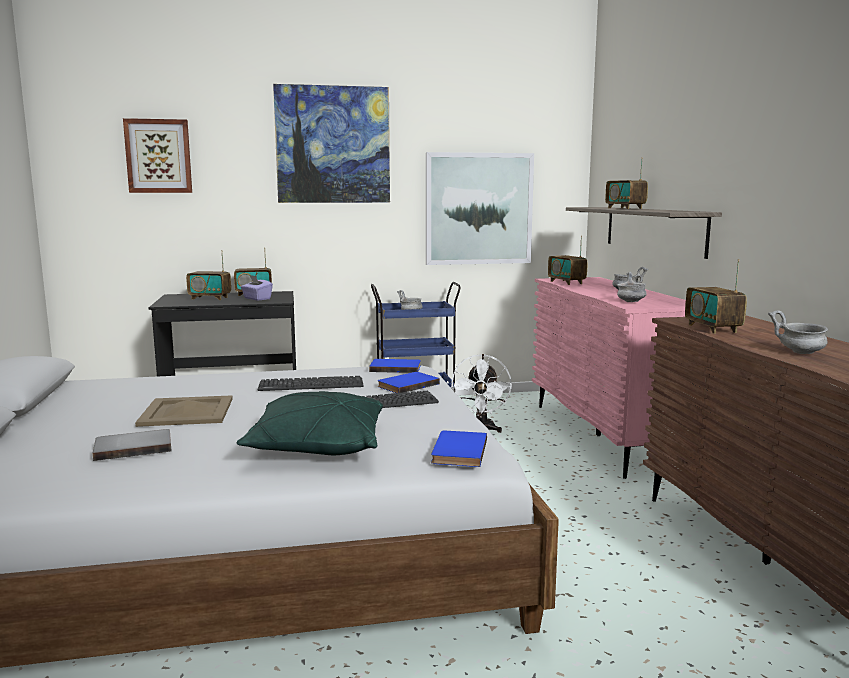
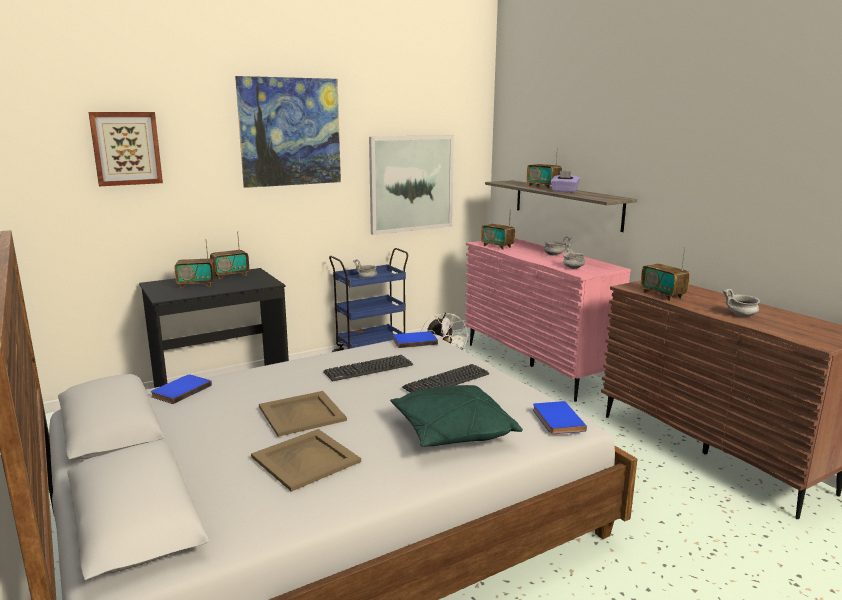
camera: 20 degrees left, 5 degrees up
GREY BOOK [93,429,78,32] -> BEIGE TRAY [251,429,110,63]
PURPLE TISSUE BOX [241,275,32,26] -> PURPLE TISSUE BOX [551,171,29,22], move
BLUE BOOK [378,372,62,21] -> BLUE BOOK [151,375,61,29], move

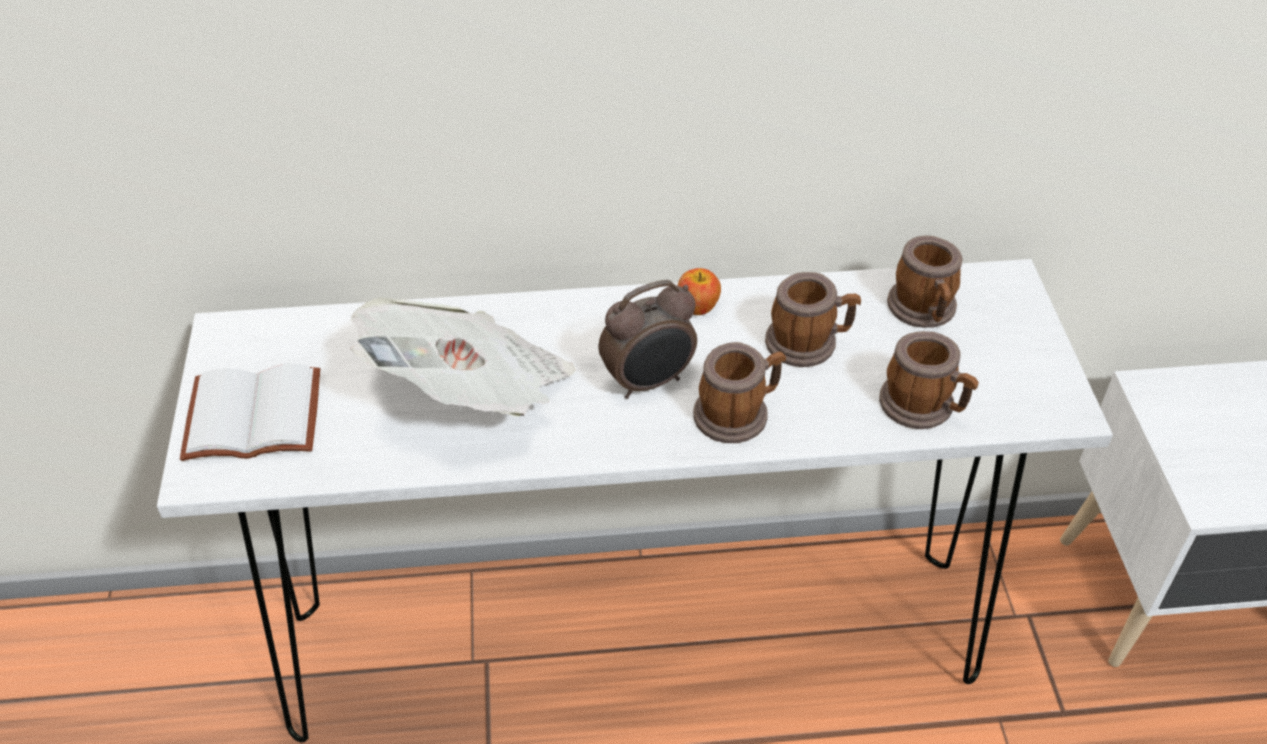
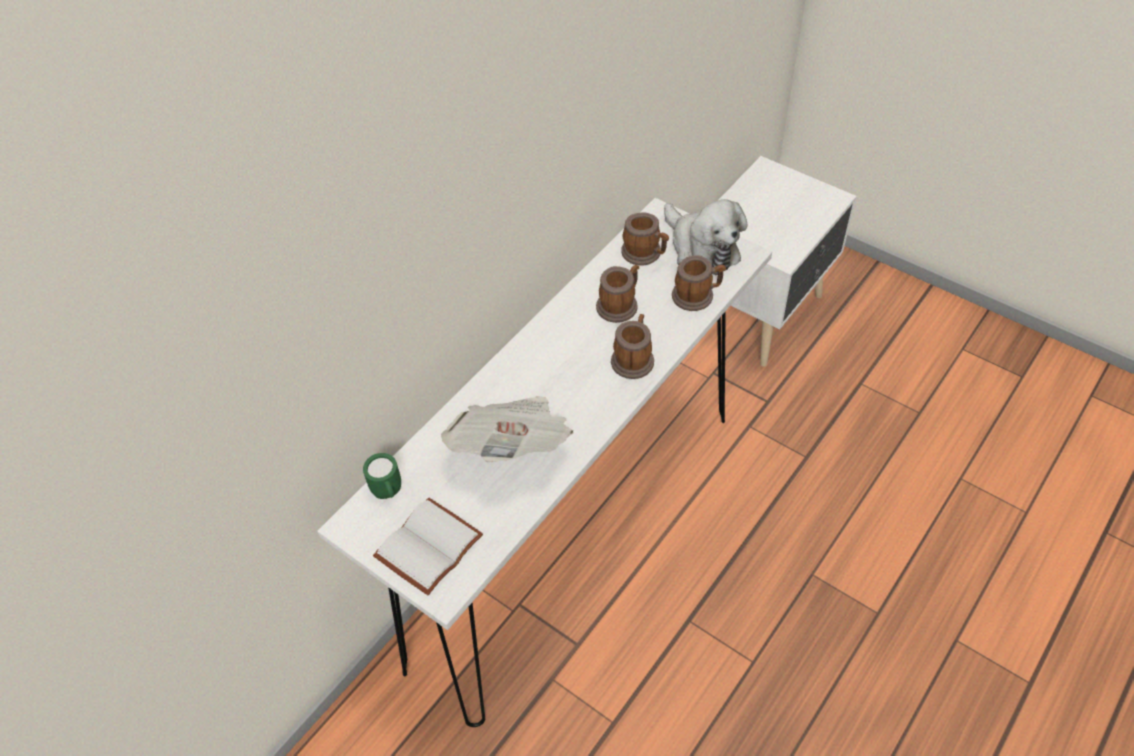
camera: 45 degrees left, 5 degrees up
ALARM CLOCK [598,280,99,119] -> none
APPLE [678,268,43,47] -> none
none -> GREEN MUG [363,453,38,46]
none -> PLUSH TOY [664,199,83,76]

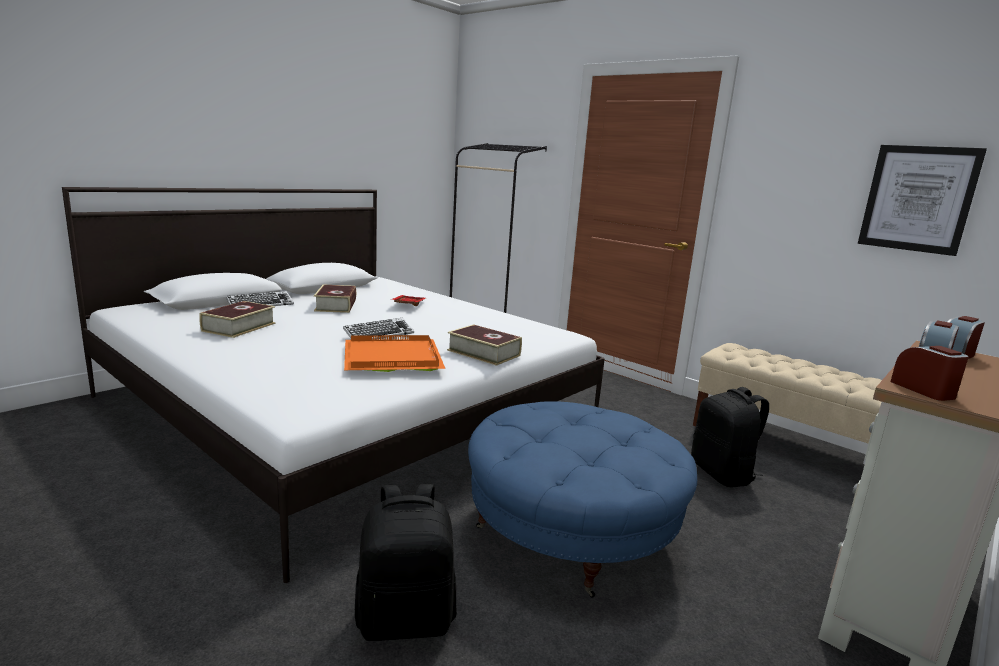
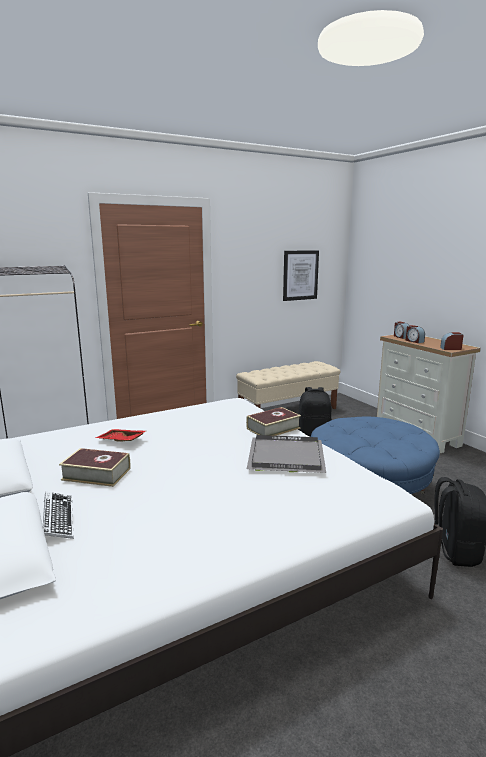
camera: 70 degrees left, 0 degrees up
BOOK [199,301,77,37] -> none
KEYBOARD [343,318,71,22] -> none
ORANGE TRAY [344,335,102,37] -> GREY TRAY [247,435,79,38]

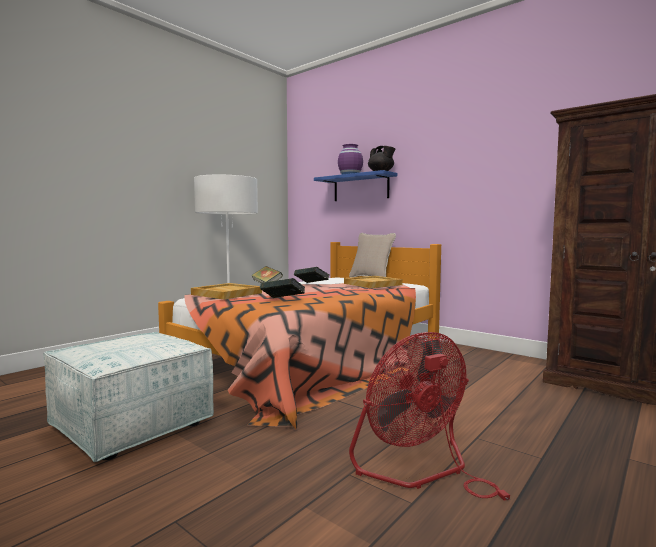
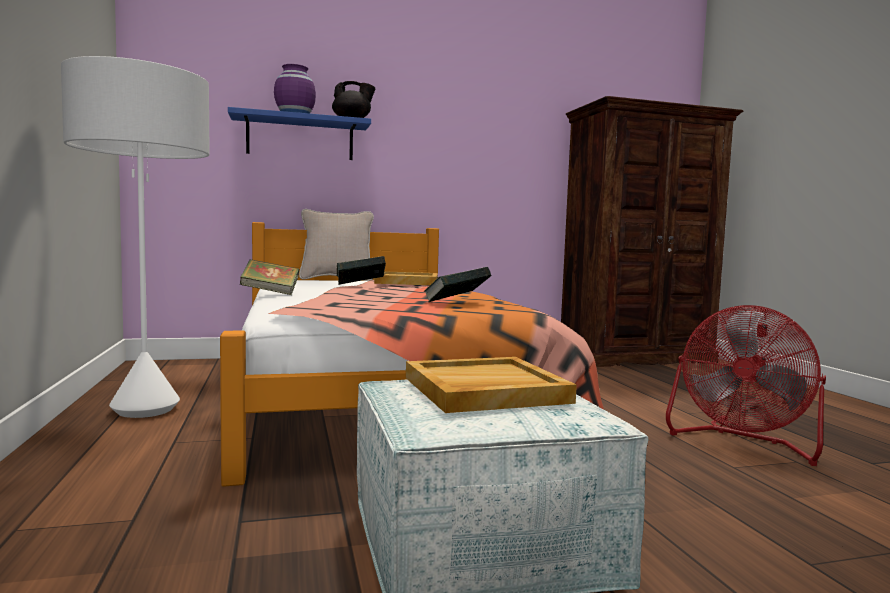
camera: 55 degrees left, 0 degrees up
BEIGE TRAY [191,283,71,17] -> BEIGE TRAY [406,357,171,56], move
RED FAN [349,332,161,169] -> RED FAN [666,305,160,161], 60 degrees counterclockwise

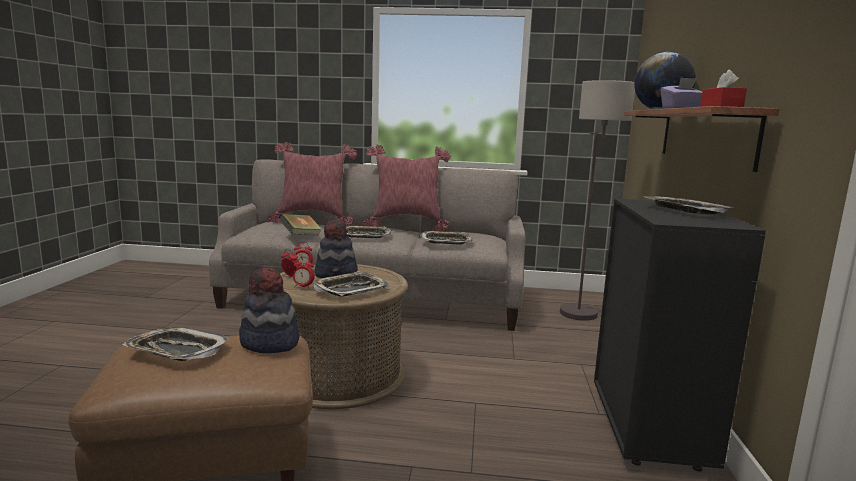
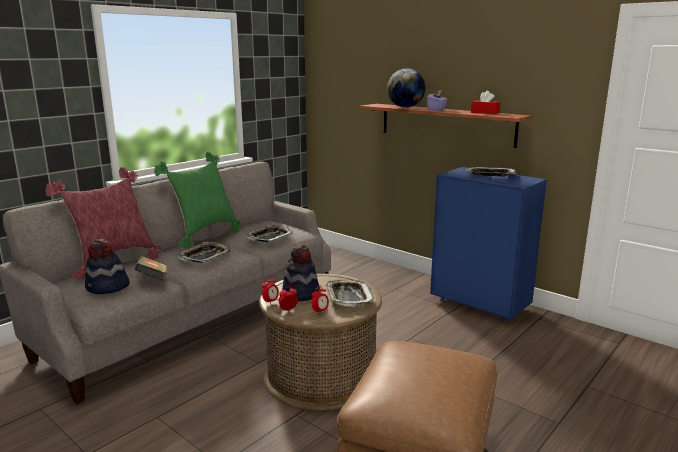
camera: 55 degrees left, 5 degrees up
TRAY [123,327,106,34] -> none
HAT [239,267,60,86] -> HAT [85,239,45,55], move
RED PILLOW [362,145,89,87] -> GREEN PILLOW [154,152,88,97]
GREY FLOOR LAMP [560,80,75,241] -> none
BLACK CABINET [594,199,172,273] -> BLUE CABINET [430,167,117,155]

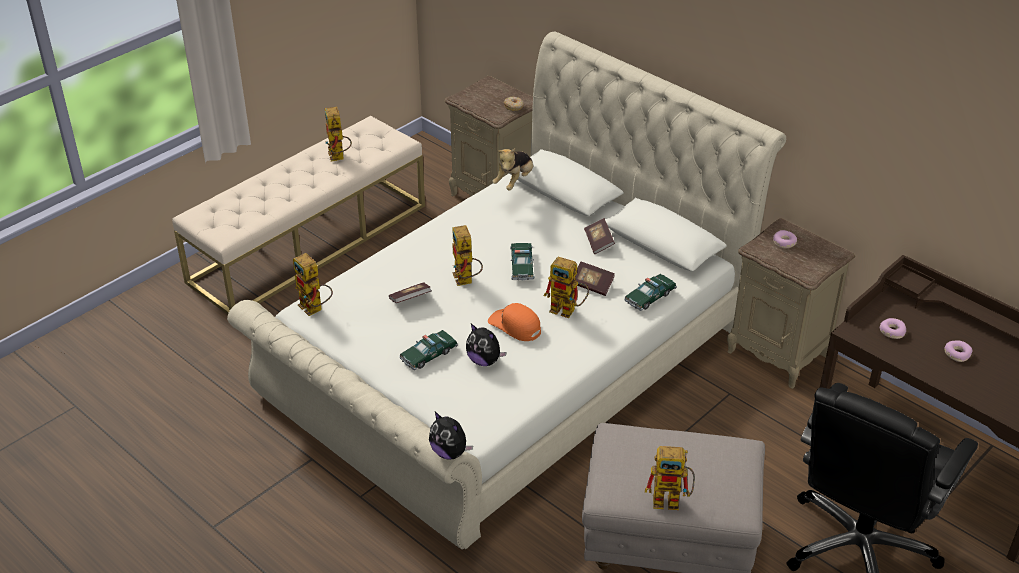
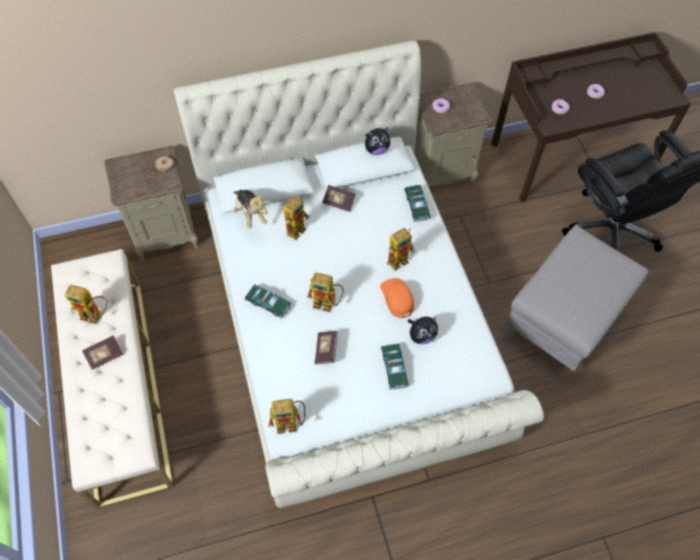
camera: 60 degrees left, 20 degrees up
PLUSH TOY [429,412,44,48] -> PLUSH TOY [365,127,25,28], move
ORANGE CAP [488,303,53,38] -> ORANGE CAP [380,278,34,40], 90 degrees clockwise
TOY CAR [510,243,25,37] -> TOY CAR [244,284,48,35], move
BOOK [575,262,40,34] -> BOOK [82,335,41,35], move
TOY ROBOT [645,446,50,64] -> TOY ROBOT [283,195,27,45], move

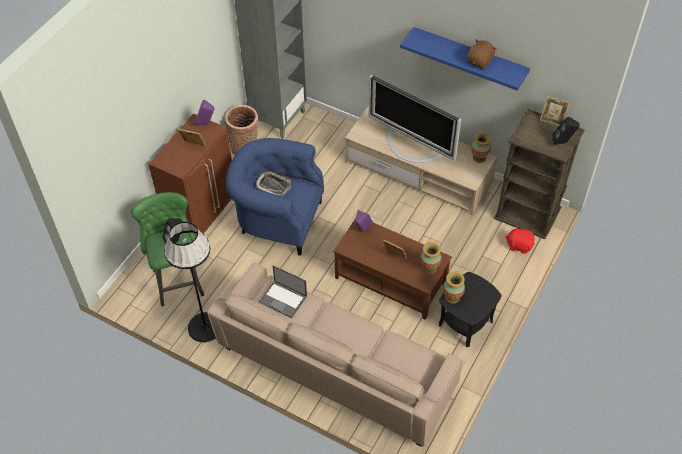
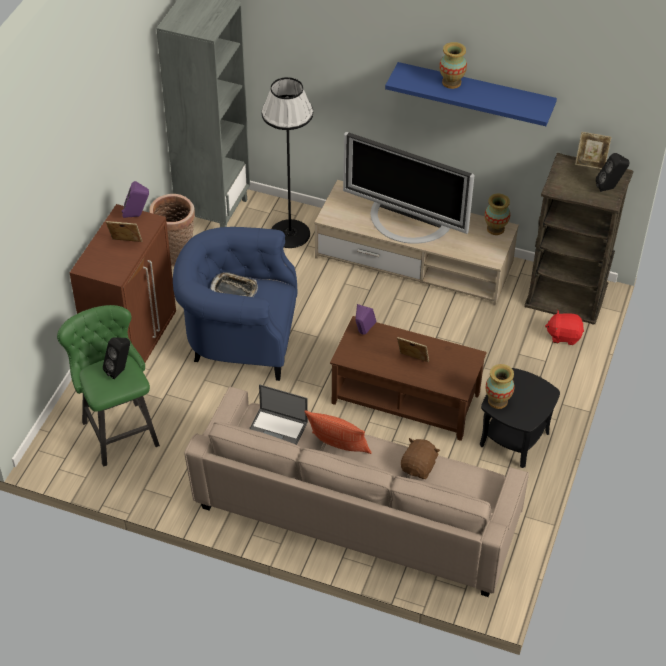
camera: 10 degrees left, 5 degrees down
BLACK FLOOR LAMP [164,222,52,120] -> BLACK FLOOR LAMP [261,77,52,171], move
VASE [420,242,22,32] -> VASE [439,42,28,47], move
BROWN PLUSH TOY [467,39,30,30] -> BROWN PLUSH TOY [401,438,39,41], move
none -> ORANGE PILLOW [304,410,68,44]

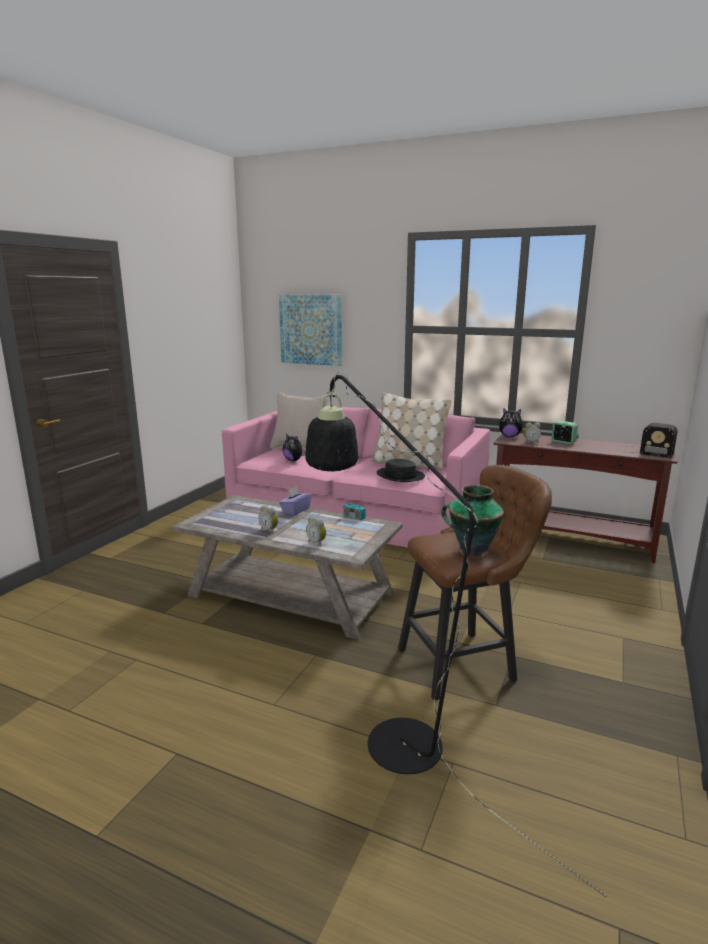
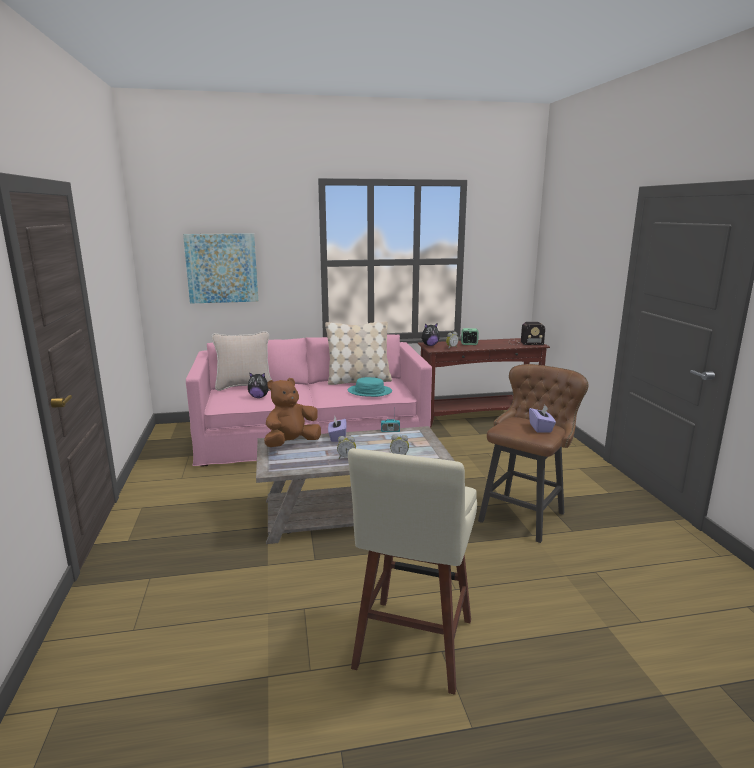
camera: 35 degrees left, 0 degrees up
BLACK FLOOR LAMP [305,372,301,525] -> none
BLACK HAT [377,459,48,23] -> TURQUOISE HAT [348,377,44,20]
VASE [441,485,63,73] -> PURPLE TISSUE BOX [529,405,27,28]
none -> BROWN PLUSH TOY [264,378,57,69]
none -> BEIGE STOOL [348,448,129,247]

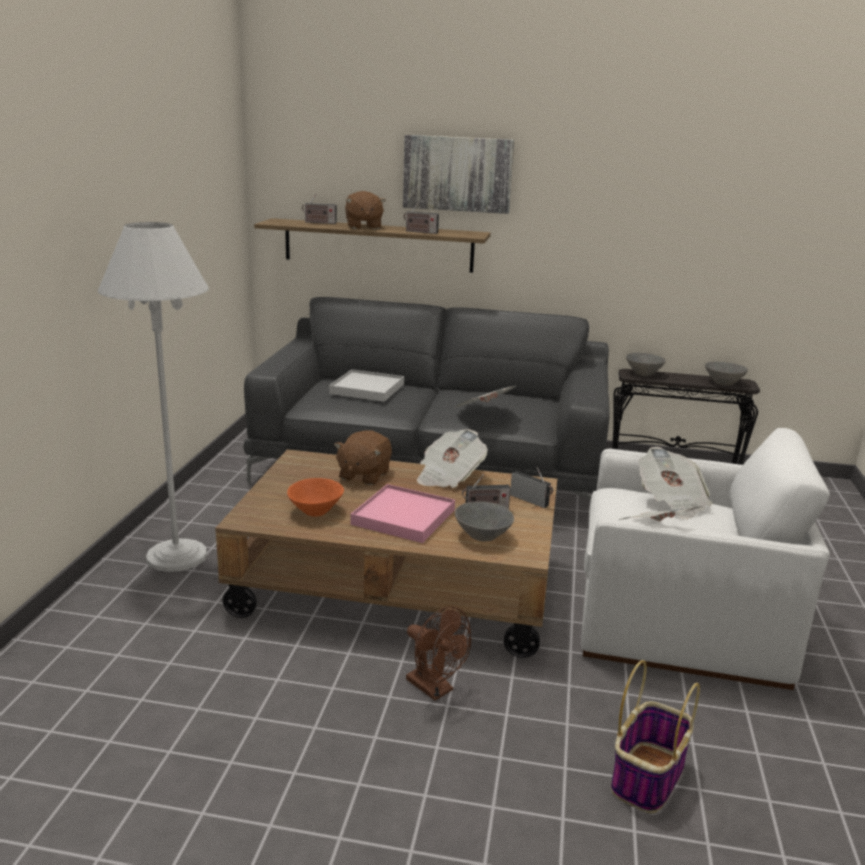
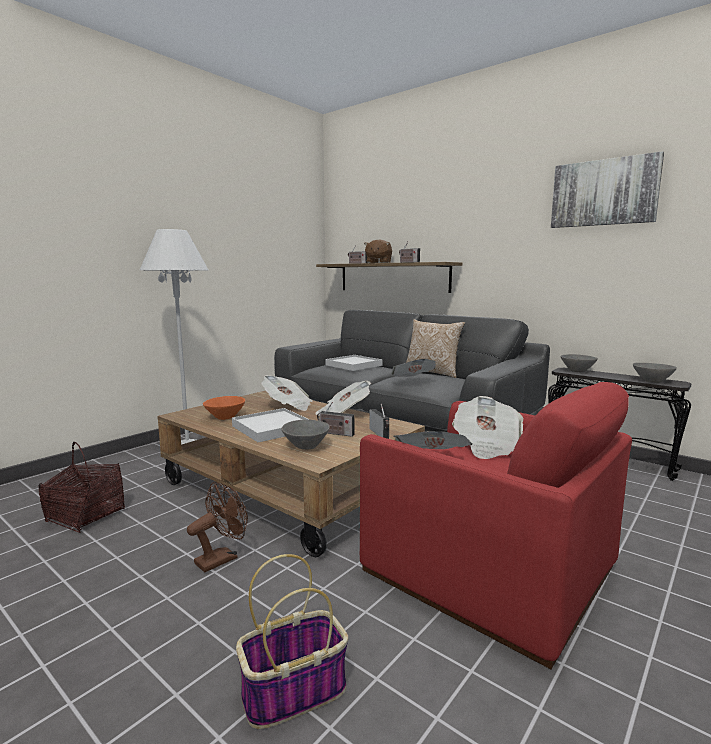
camera: 30 degrees right, 10 degrees down
BROWN PLUSH TOY [334,430,58,55] -> NEWSPAPER [261,375,52,36]
PINK TRAY [351,484,104,59] -> WHITE TRAY [232,408,78,34]
PICTURE [403,135,111,79] -> PICTURE [551,151,113,77], move
BROWN FAN [406,606,65,95] -> BROWN FAN [187,482,61,90], 120 degrees counterclockwise
WHITE ARMCHAIR [581,428,249,262] -> RED ARMCHAIR [360,382,272,287]
none -> BASKET [38,442,87,91]
none -> PILLOW [406,319,59,59]

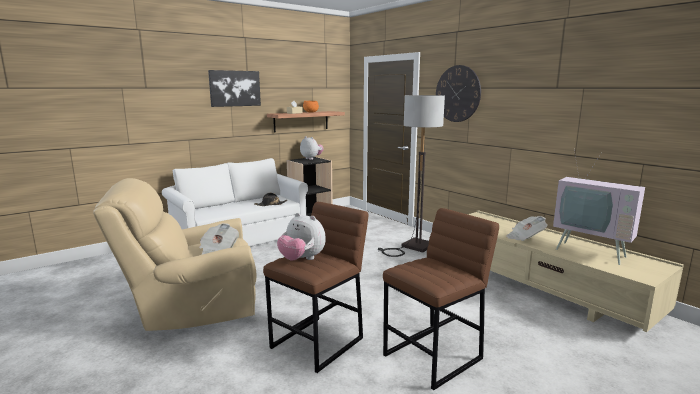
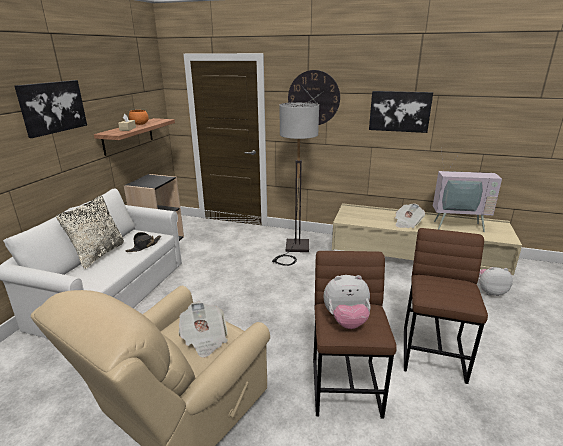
camera: 35 degrees left, 10 degrees up
PLUSH TOY [300,136,23,24] -> PLUSH TOY [479,267,34,29], move
none -> BEIGE PILLOW [56,195,68,74]
none -> PICTURE [369,91,64,42]

